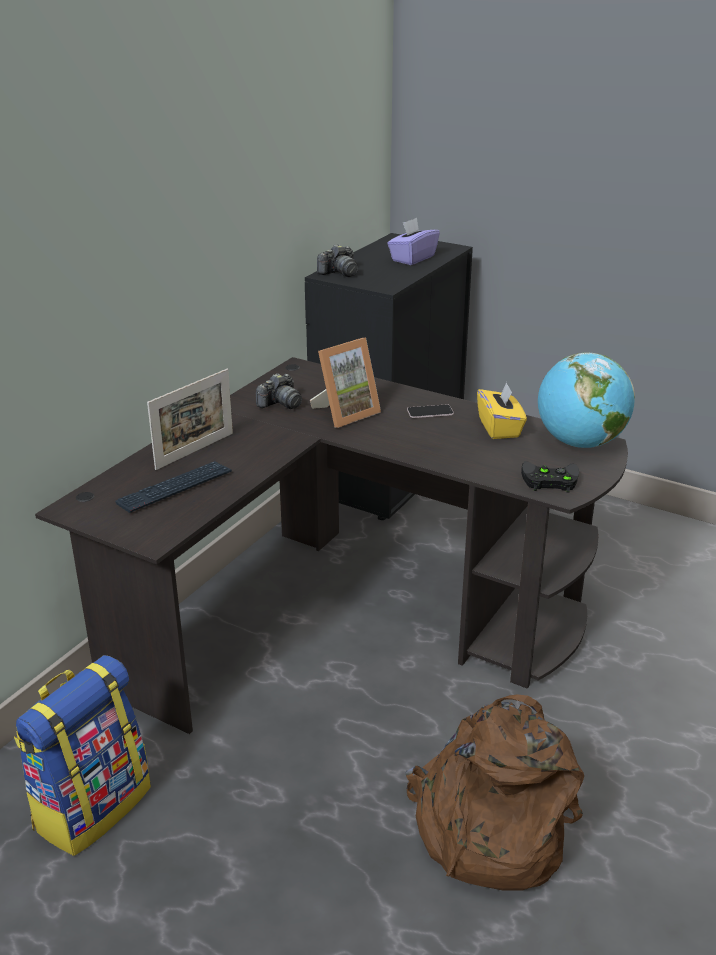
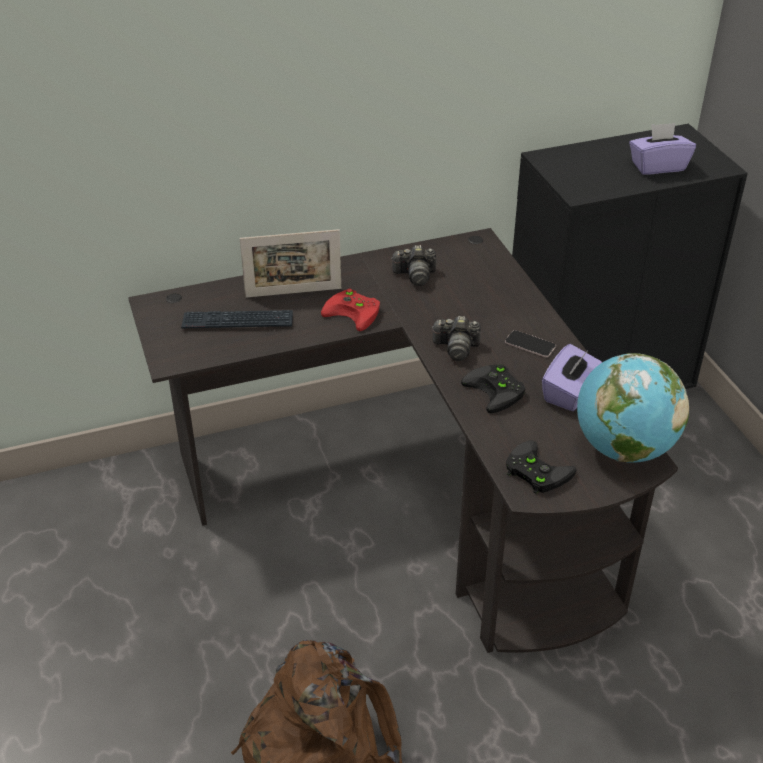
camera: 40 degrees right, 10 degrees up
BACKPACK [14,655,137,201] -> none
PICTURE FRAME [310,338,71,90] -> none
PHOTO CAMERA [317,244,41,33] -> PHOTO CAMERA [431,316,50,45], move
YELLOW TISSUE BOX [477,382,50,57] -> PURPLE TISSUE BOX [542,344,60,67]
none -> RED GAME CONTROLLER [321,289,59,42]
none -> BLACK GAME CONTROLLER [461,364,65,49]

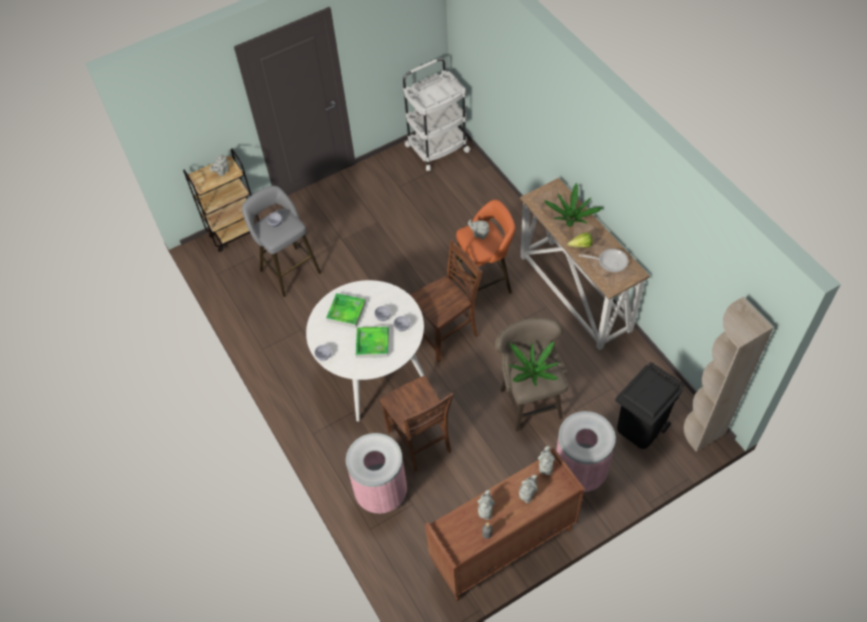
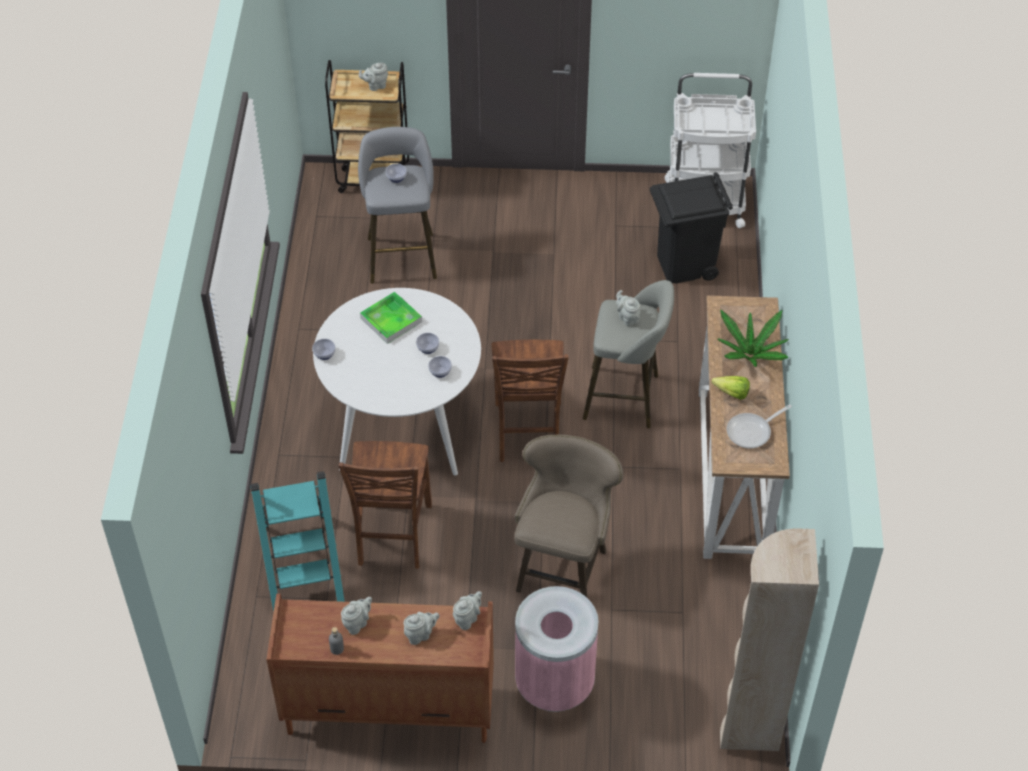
camera: 30 degrees right, 5 degrees down
PINK TRASH CAN [346,433,61,81] -> TURQUOISE STEP LADDER [250,471,95,141]
TRAY [356,327,33,31] -> none
BROWN CHAIR [410,240,72,123] -> BROWN CHAIR [491,339,78,123], 90 degrees clockwise
ORANGE STOOL [452,200,63,94] -> GREY STOOL [583,280,91,148]
POTTED PLANT [508,341,51,45] -> none
FRYING PAN [579,249,49,23] -> FRYING PAN [727,404,65,45], 105 degrees clockwise
BLACK TRASH CAN [615,362,69,87] -> BLACK TRASH CAN [650,172,83,111], move

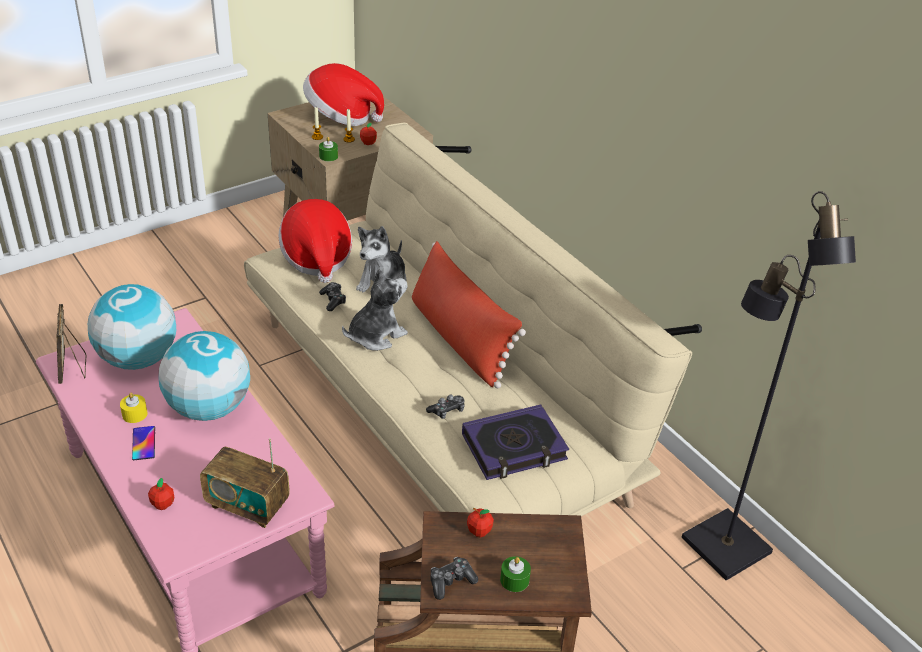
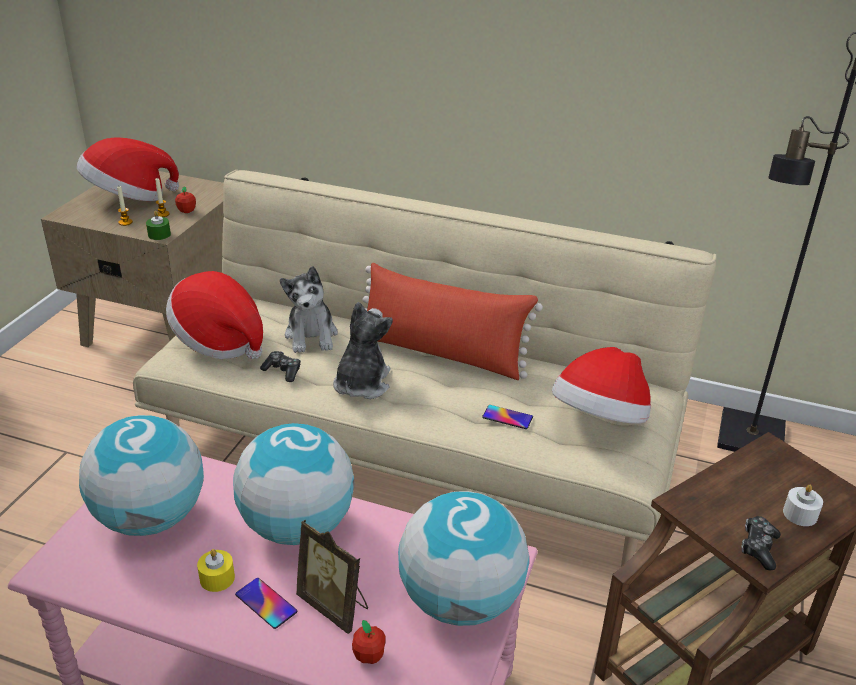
camera: 35 degrees left, 5 degrees down
PICTURE FRAME [57,304,29,80] -> PICTURE FRAME [296,519,72,115], move
RADIO [200,438,90,90] -> GLOBE [398,491,131,135]
GAME CONTROLLER [426,394,39,25] -> PHONE [482,405,51,24]
BOOK [462,404,107,76] -> HAT [552,347,99,77]
APPLE [467,508,27,30] -> none
GREEN CANDLE [500,556,31,36] -> WHITE CANDLE [783,485,40,41]

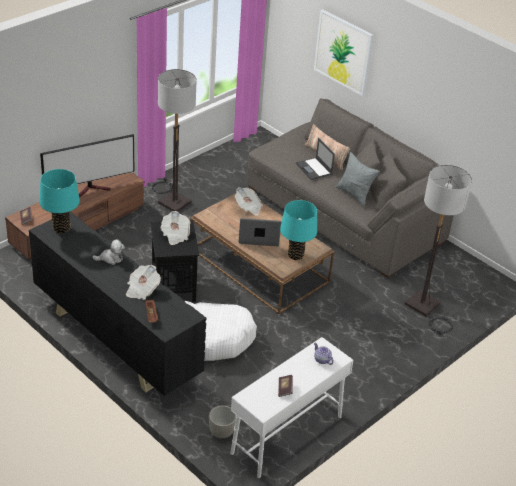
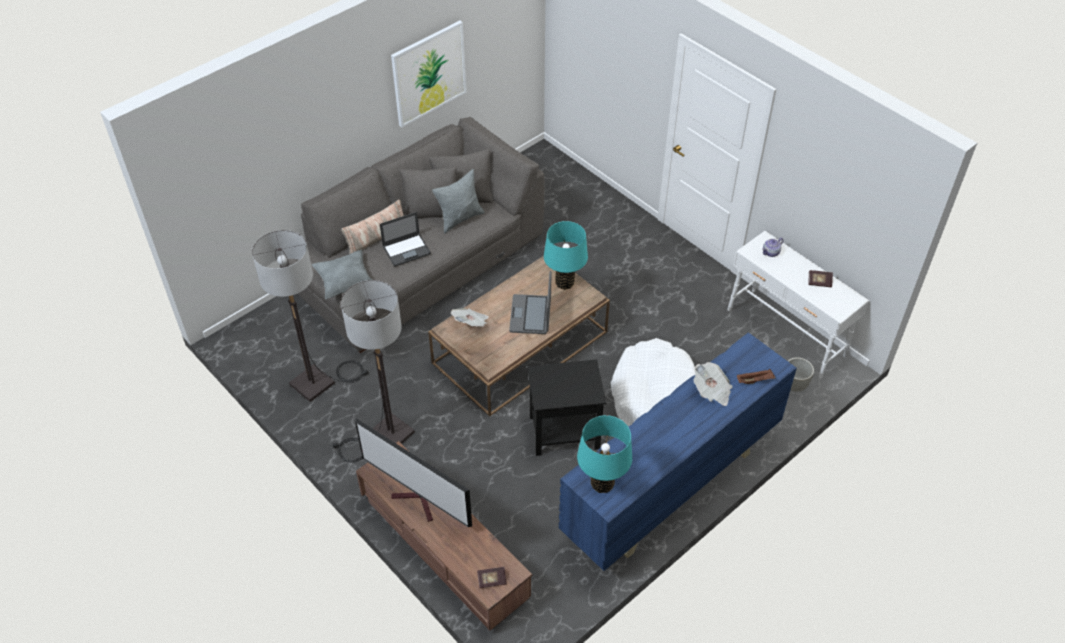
camera: 85 degrees left, 10 degrees up
BLACK CABINET [29,211,177,185] -> BLUE CABINET [559,332,238,239]
TELEVISION [40,134,94,64] -> TELEVISION [356,418,116,109], 150 degrees clockwise
PLUSH TOY [92,239,33,26] -> none
NEWSPAPER [160,211,31,34] -> none
PICTURE [314,9,60,87] -> PICTURE [391,21,76,106], move
FLOOR LAMP [405,165,67,171] -> FLOOR LAMP [252,230,116,172], move
none -> GREY PILLOW [312,250,60,49]

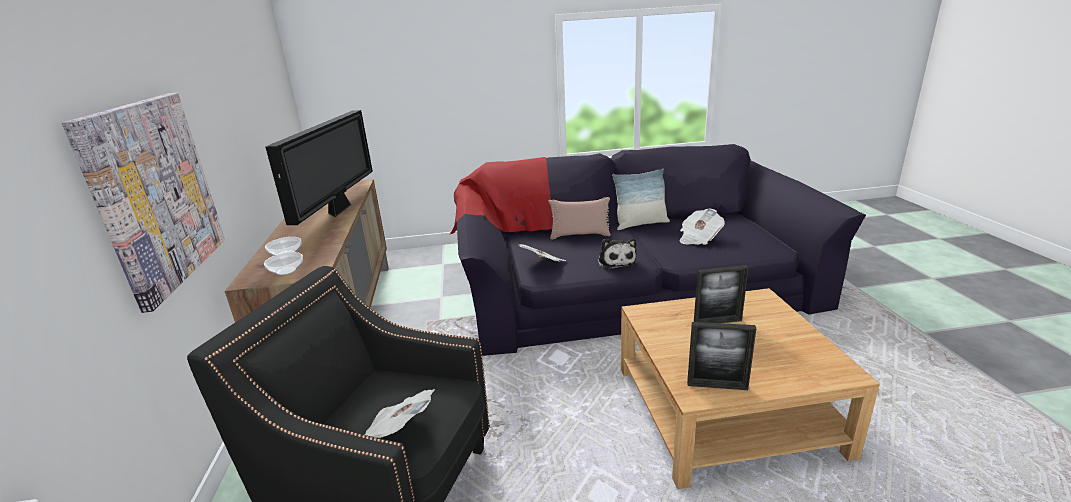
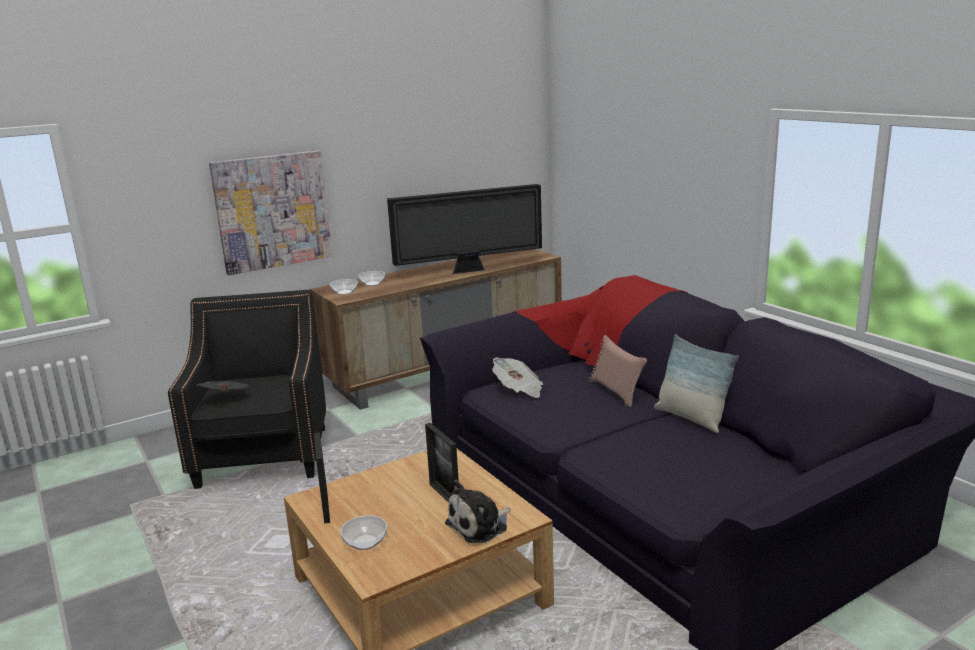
camera: 65 degrees right, 5 degrees down
PLUSH TOY [597,238,40,32] -> PLUSH TOY [445,480,66,63], move
NEWSPAPER [680,209,45,36] -> none
none -> BOWL [340,515,47,35]

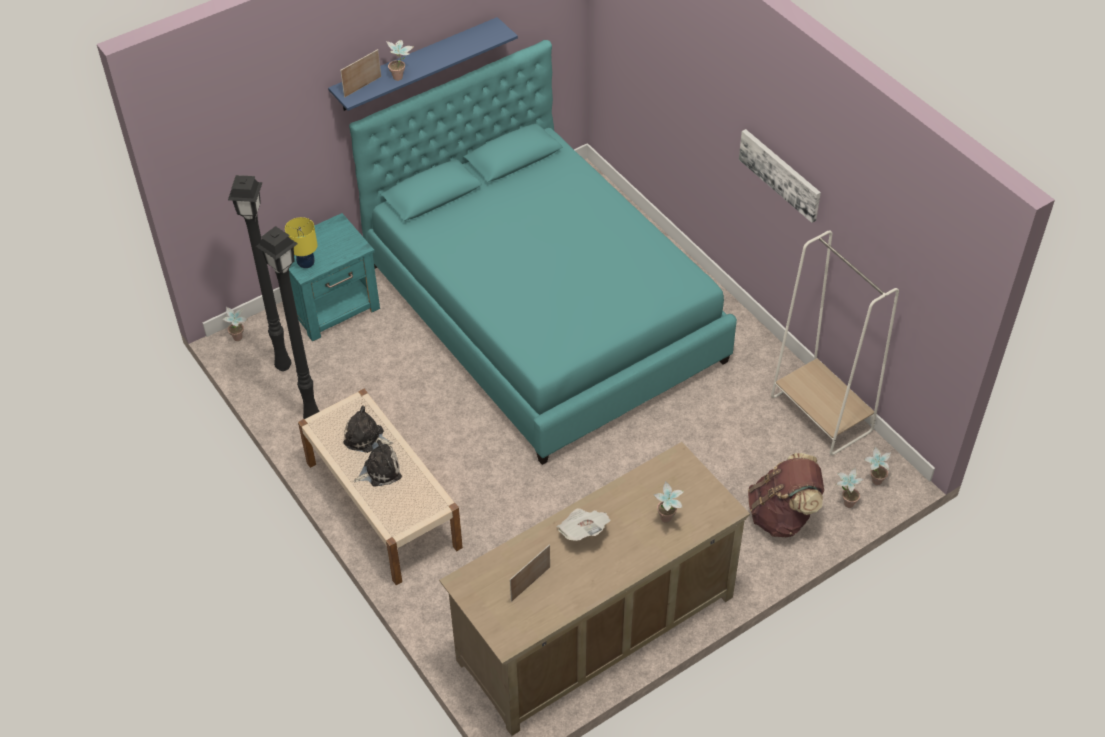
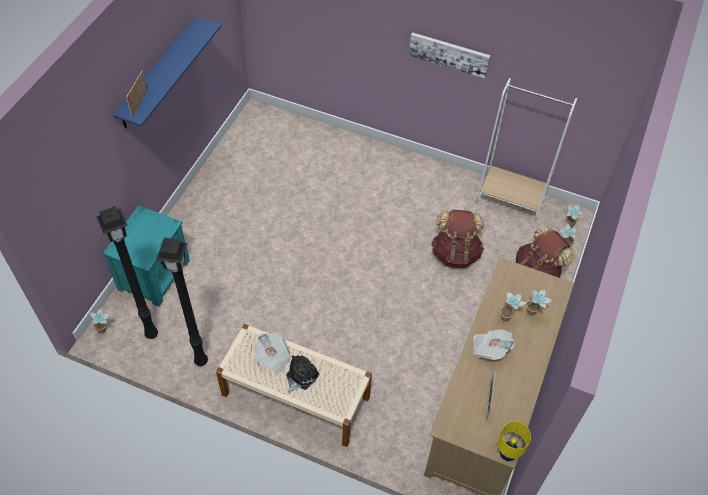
camera: 35 degrees left, 5 degrees up
YELLOW TABLE LAMP [285,217,33,51] -> YELLOW TABLE LAMP [498,421,33,40], move
PLUSH TOY [343,406,50,47] -> NEWSPAPER [253,332,39,43]
TURQUOISE BED [349,40,388,425] -> none
POTTED PLANT [386,40,28,41] -> POTTED PLANT [500,292,27,30], move
none -> BROWN BACKPACK [431,210,54,58]

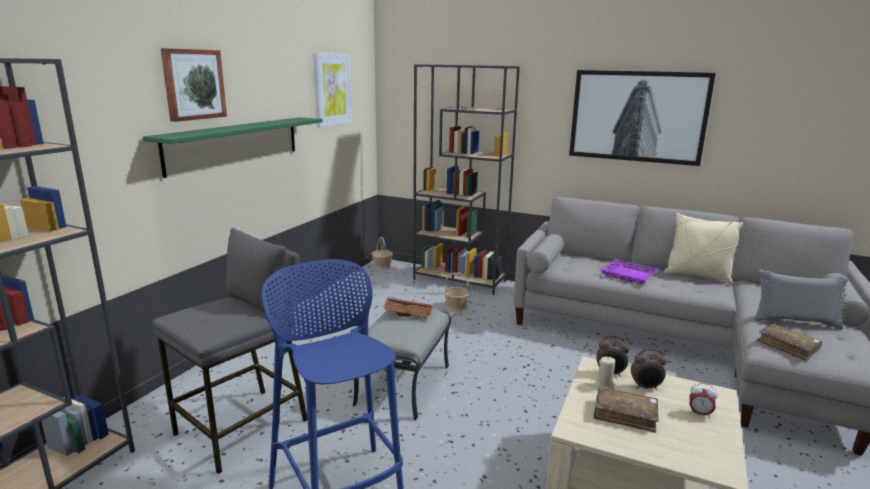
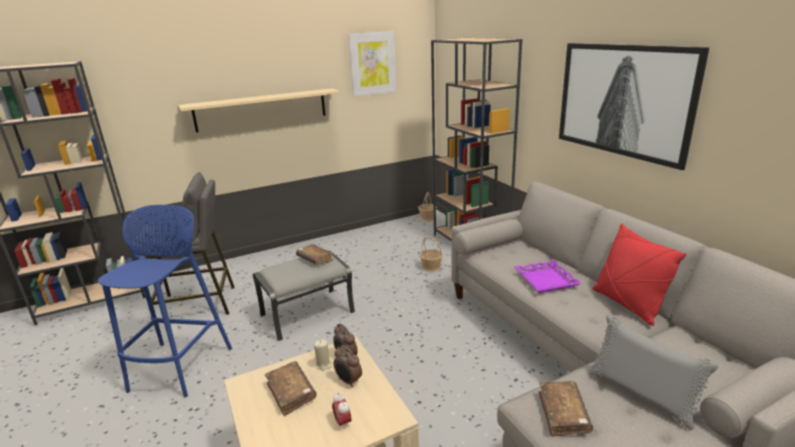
camera: 40 degrees right, 5 degrees up
GREEN SHELF [143,117,180,61] -> BEIGE SHELF [178,88,162,44]
PICTURE [161,48,66,74] -> none
BROWN TRAY [383,297,50,21] -> BROWN BOOK [296,244,38,21]
BEIGE PILLOW [664,213,80,71] -> RED PILLOW [593,224,93,102]

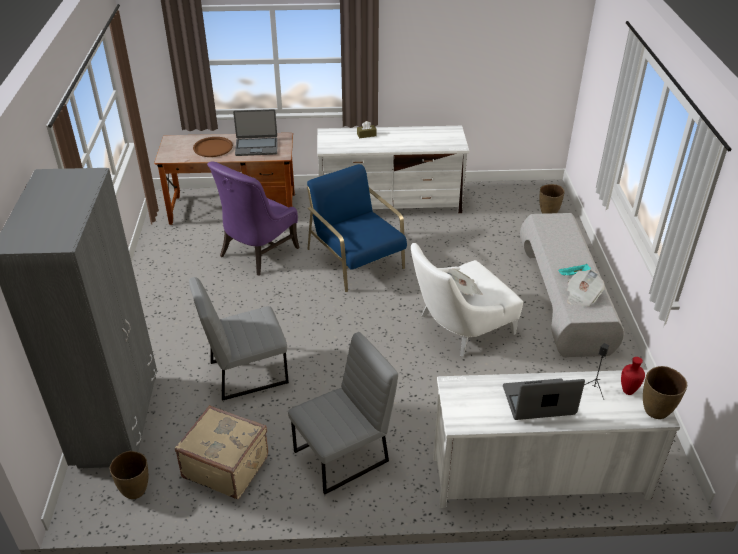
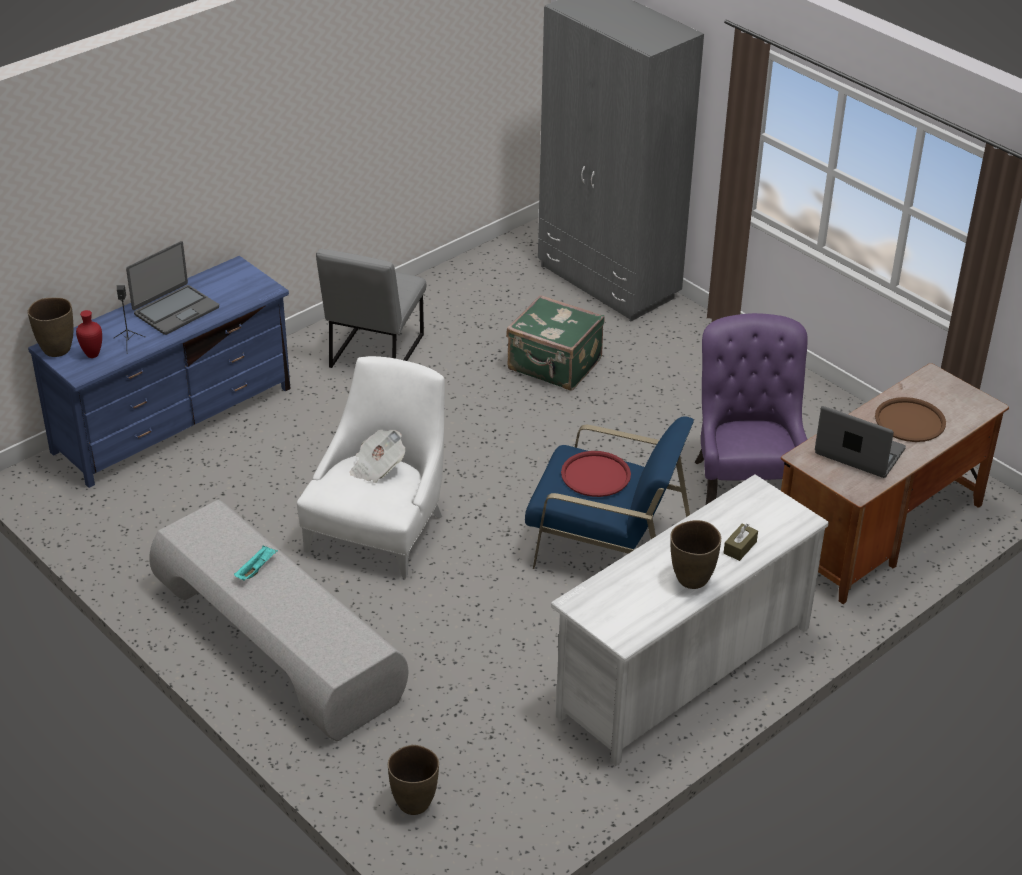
camera: 140 degrees right, 0 degrees up
BROWN VASE [110,451,38,48] -> BROWN VASE [670,520,51,69], move
BEIGE SUITCASE [175,405,93,94] -> none
GREY CHAIR [189,277,100,124] -> GREEN SUITCASE [506,295,99,96]
LAPTOP [233,109,45,47] -> LAPTOP [815,406,91,72], 75 degrees clockwise
WHITE DRESSER [433,369,247,139] -> BLUE DRESSER [28,256,262,232]
NEWSPAPER [566,270,39,37] -> none
none -> RED TRAY [561,451,70,46]

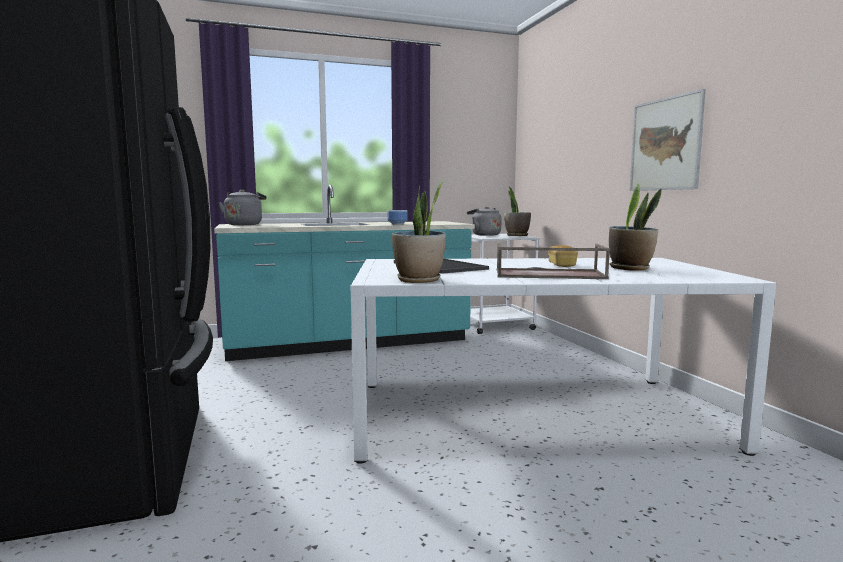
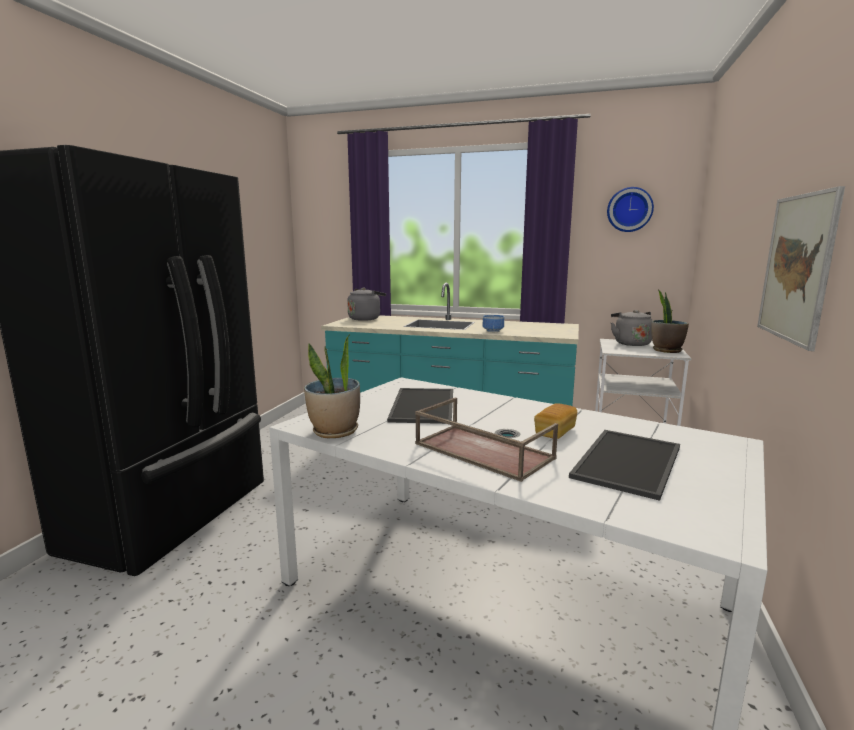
camera: 35 degrees right, 5 degrees up
POTTED PLANT [609,184,53,87] -> TRAY [569,430,111,71]
none -> WALL CLOCK [607,187,47,45]

